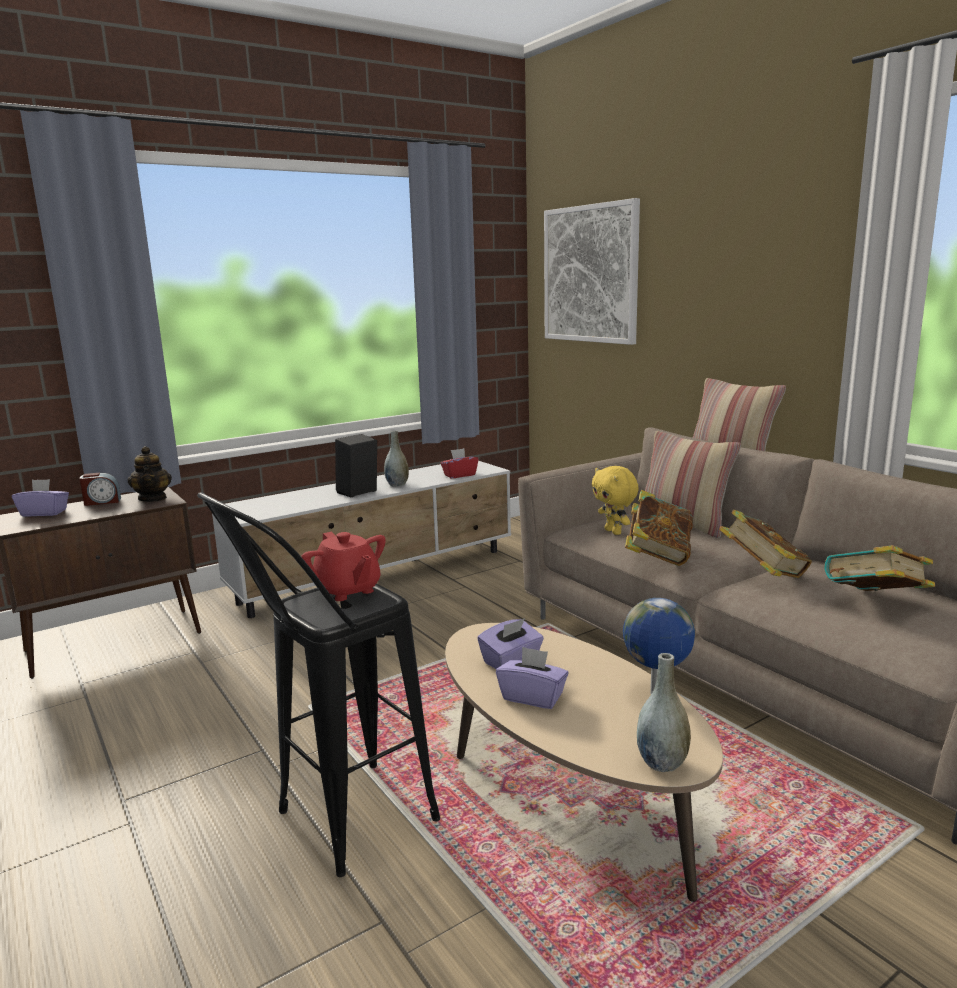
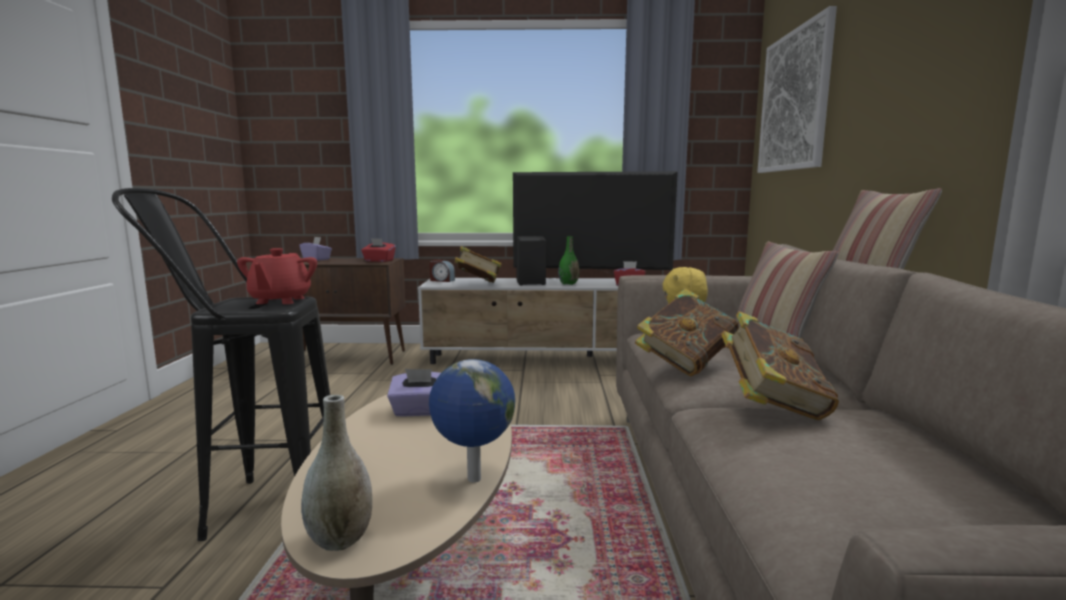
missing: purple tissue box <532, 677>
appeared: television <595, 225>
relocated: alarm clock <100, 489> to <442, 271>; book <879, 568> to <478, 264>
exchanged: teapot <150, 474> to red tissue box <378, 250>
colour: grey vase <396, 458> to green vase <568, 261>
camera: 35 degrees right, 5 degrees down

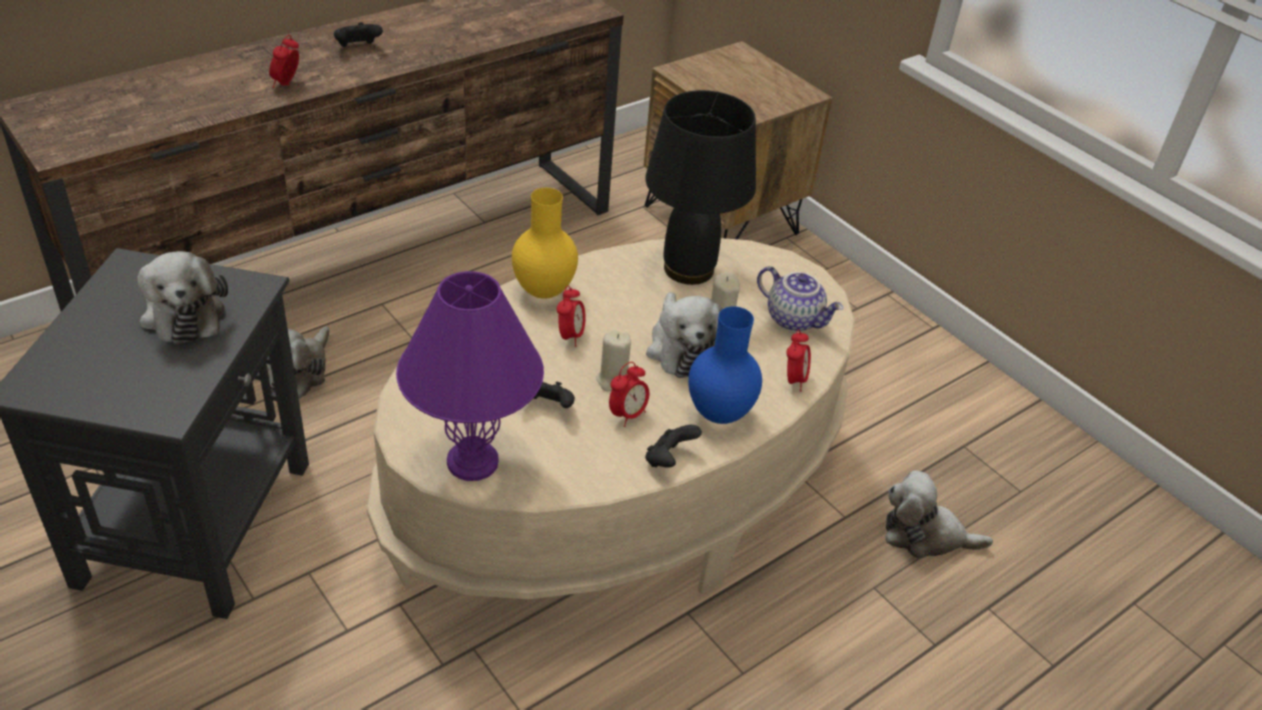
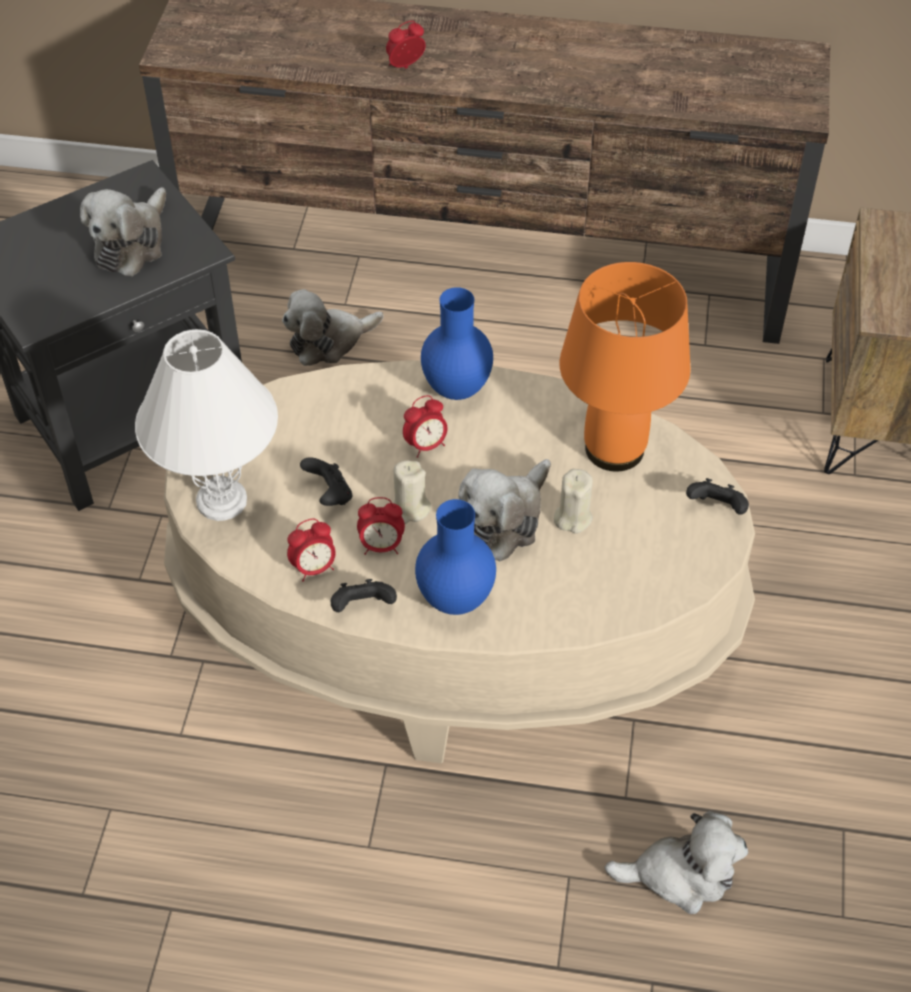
missing: teapot <800, 299>
relocated: black game controller <358, 34> to <717, 496>; alarm clock <798, 360> to <311, 550>
colour: purple table lamp <470, 376> to white table lamp <206, 425>; yellow vase <545, 243> to blue vase <457, 343>; black table lamp <700, 187> to orange table lamp <625, 367>
spun: plush toy <939, 514> = <676, 862> 120 degrees clockwise
camera: 50 degrees right, 10 degrees up

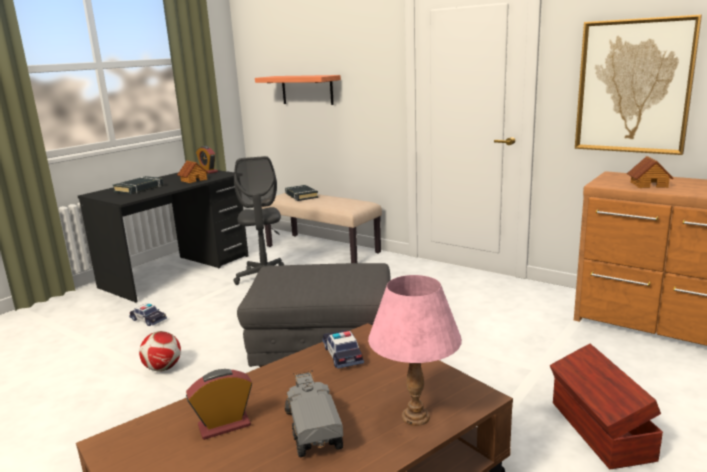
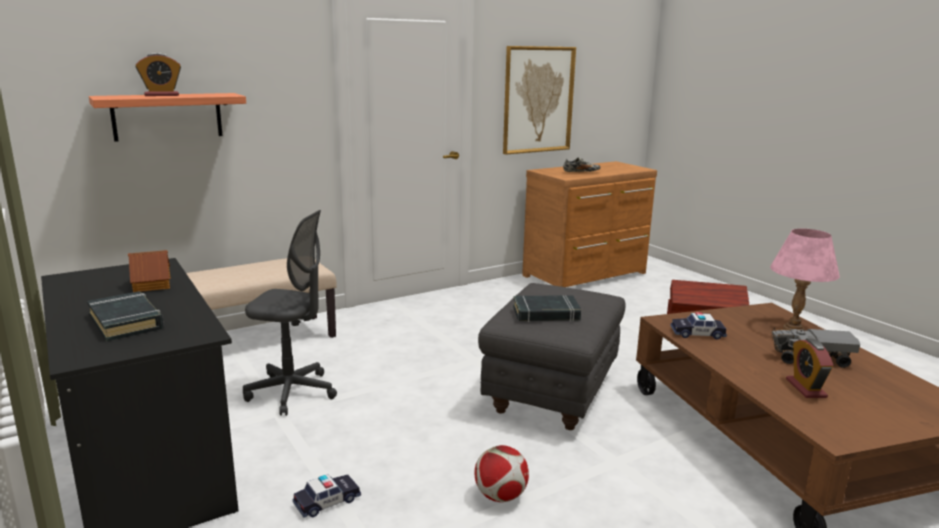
relocated: alarm clock <207, 160> to <158, 74>; black book <301, 193> to <547, 308>
exchanged: toy house <650, 172> to shoe <581, 165>
camera: 70 degrees left, 0 degrees up

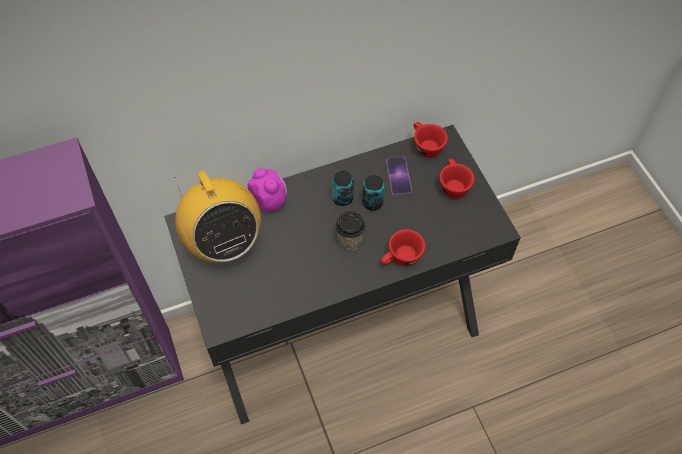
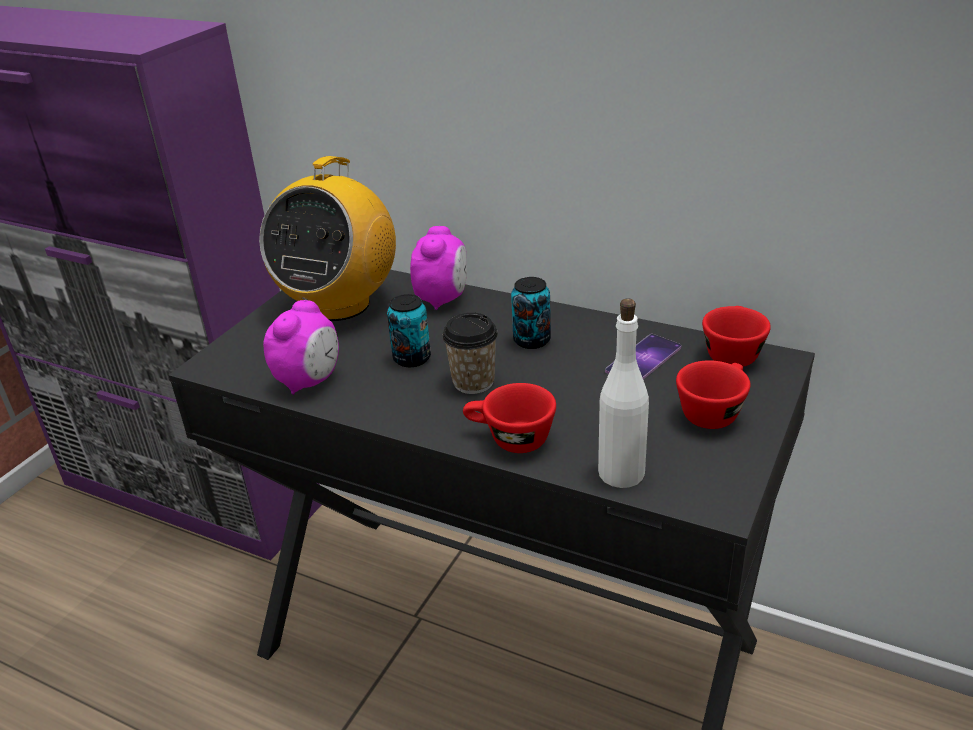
appeared: alarm clock <301, 347>; white bottle <623, 393>
relocated: can <373, 192> to <409, 330>
camera: 50 degrees right, 25 degrees down

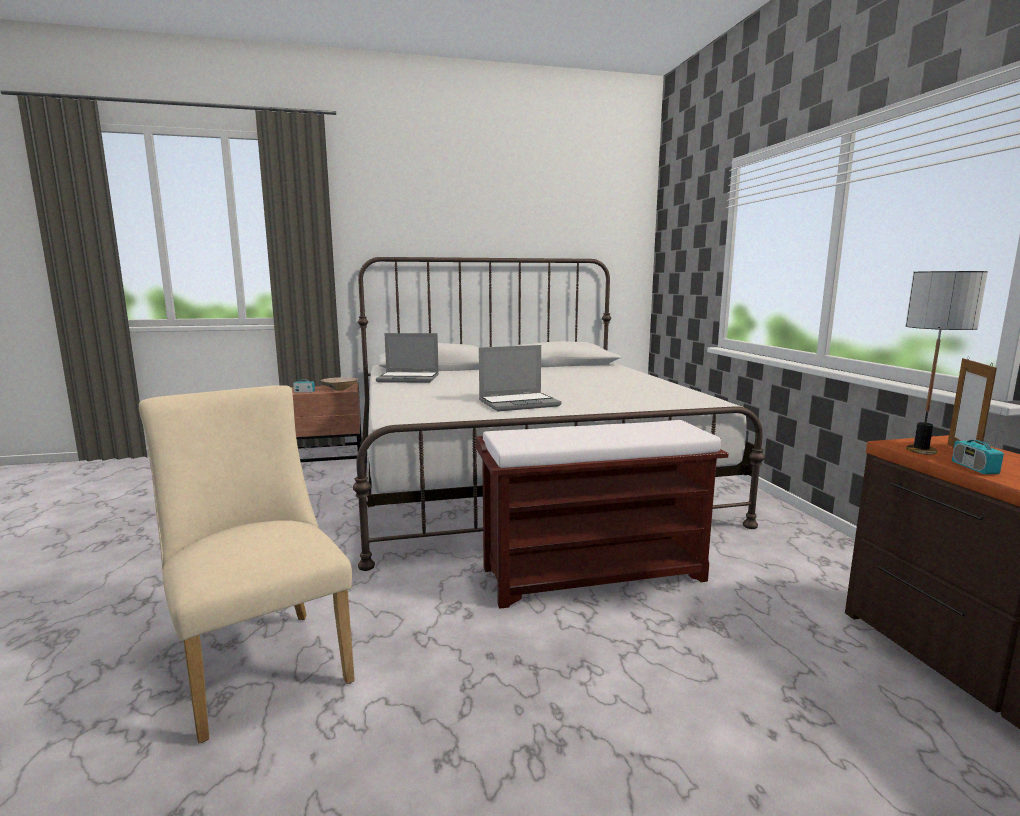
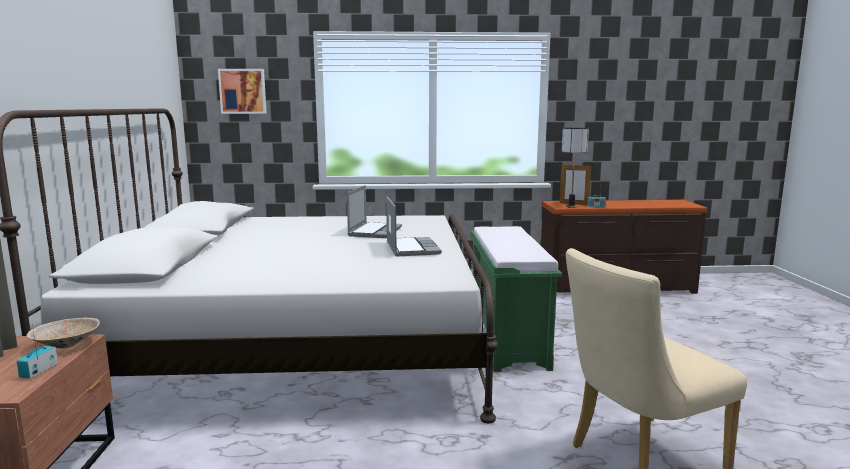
appeared: picture <242, 91>
relocated: laptop <407, 358> to <374, 211>
colour: brown bench <602, 514> to green bench <516, 299>
camera: 80 degrees left, 0 degrees up

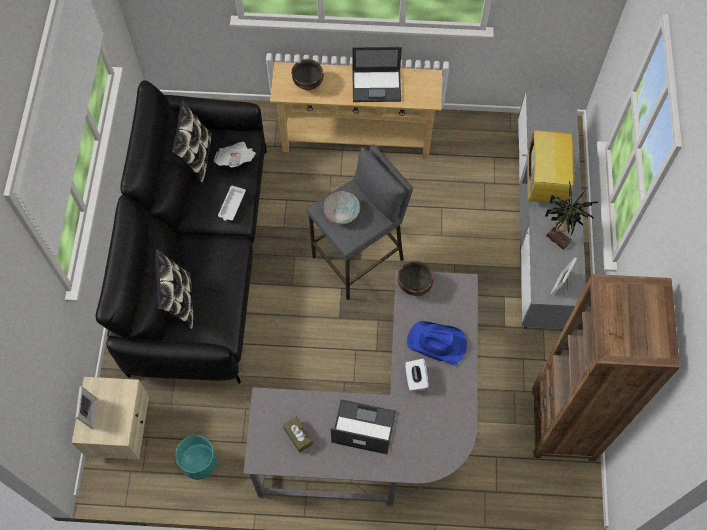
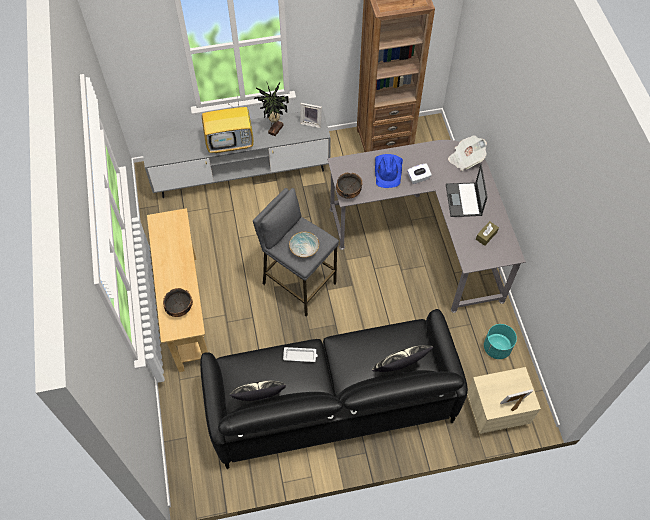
missing: laptop <377, 74>
relocated: newspaper <235, 155> to <467, 153>
camera: 105 degrees left, 5 degrees down

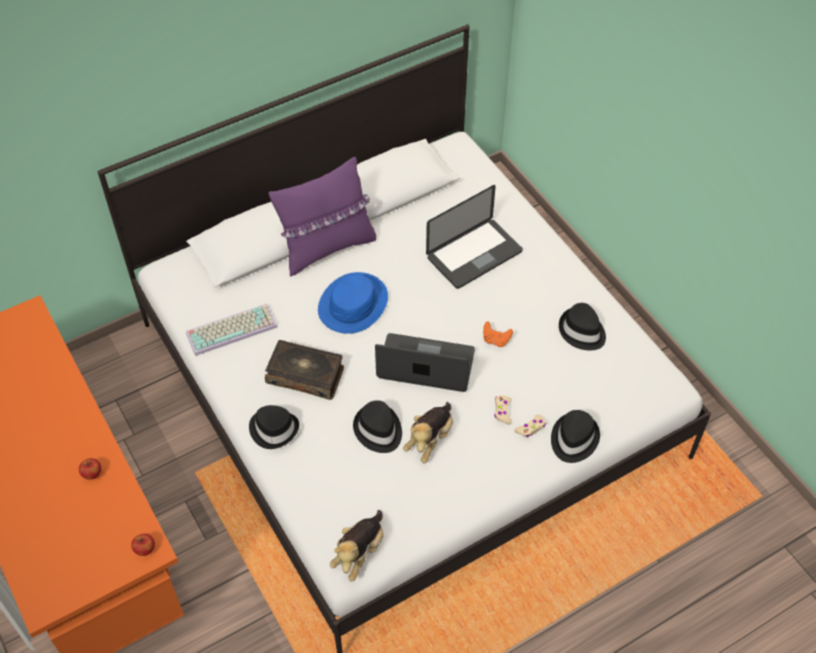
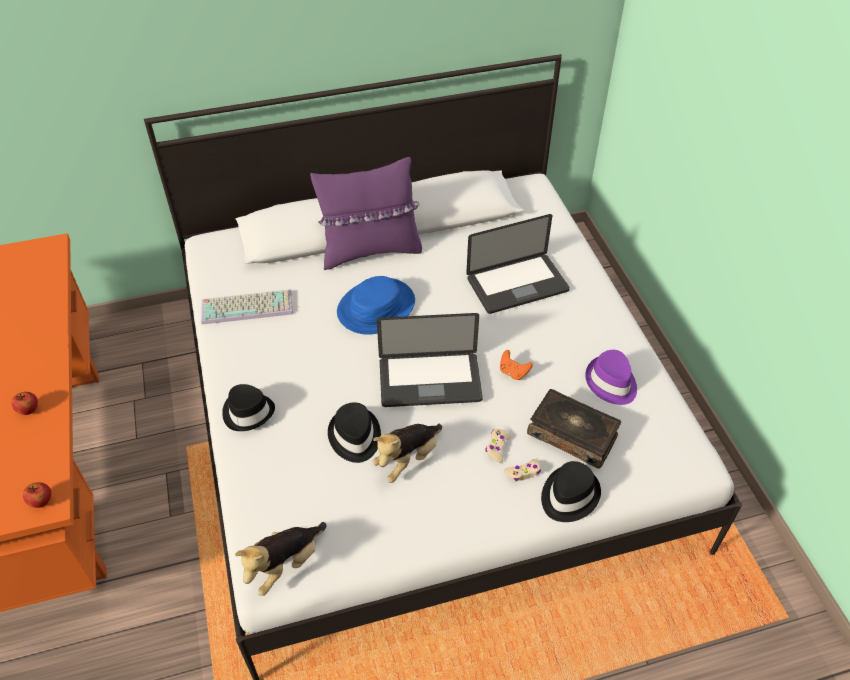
relocated: book <304, 370> to <574, 429>
colour: black hat <582, 327> to purple hat <611, 377>
spun: laptop <425, 362> = <430, 360> 150 degrees clockwise
camera: 15 degrees right, 5 degrees down

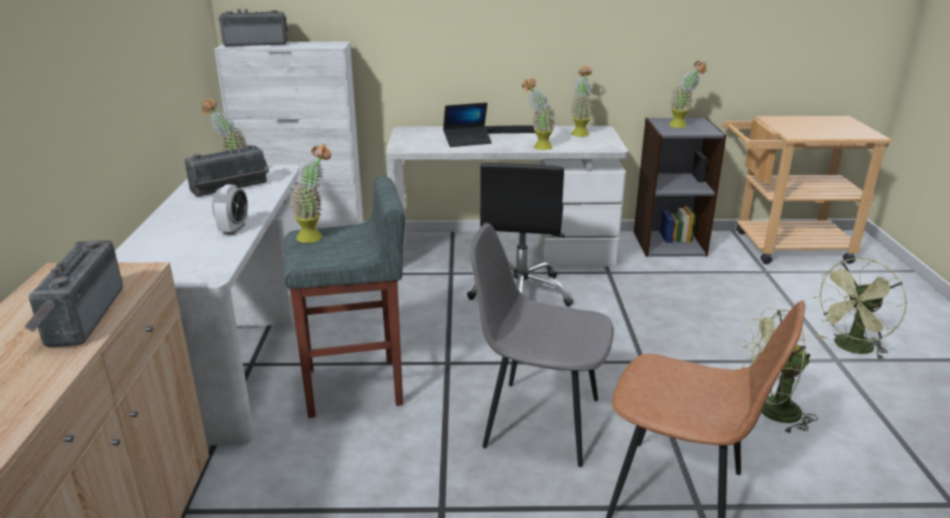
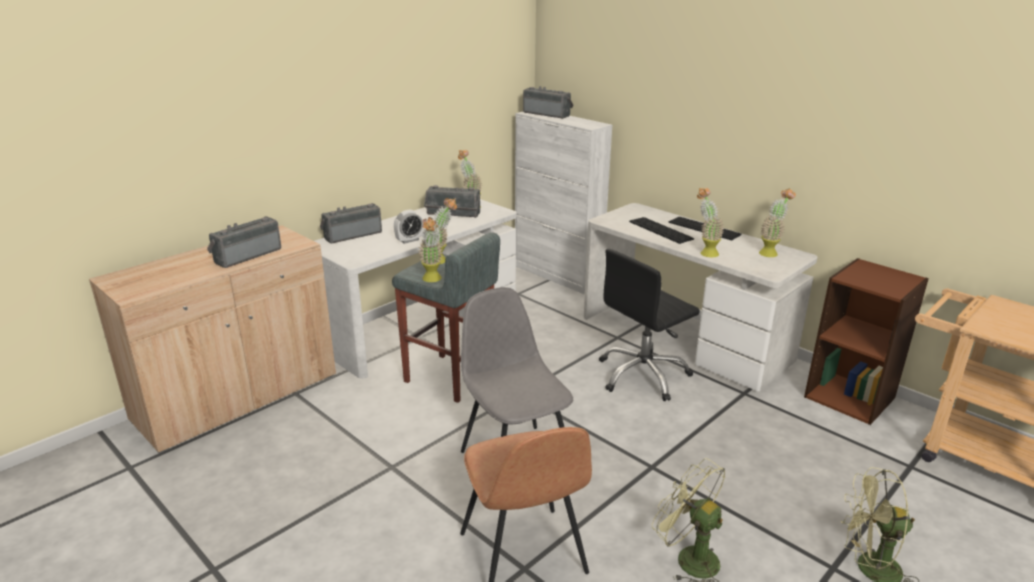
appeared: radio <351, 223>
relocated: potted plant <688, 94> to <430, 249>
exchanged: laptop <467, 125> to keyboard <661, 230>
colour: grey bookcase <680, 187> to brown bookcase <866, 341>
camera: 45 degrees right, 0 degrees up

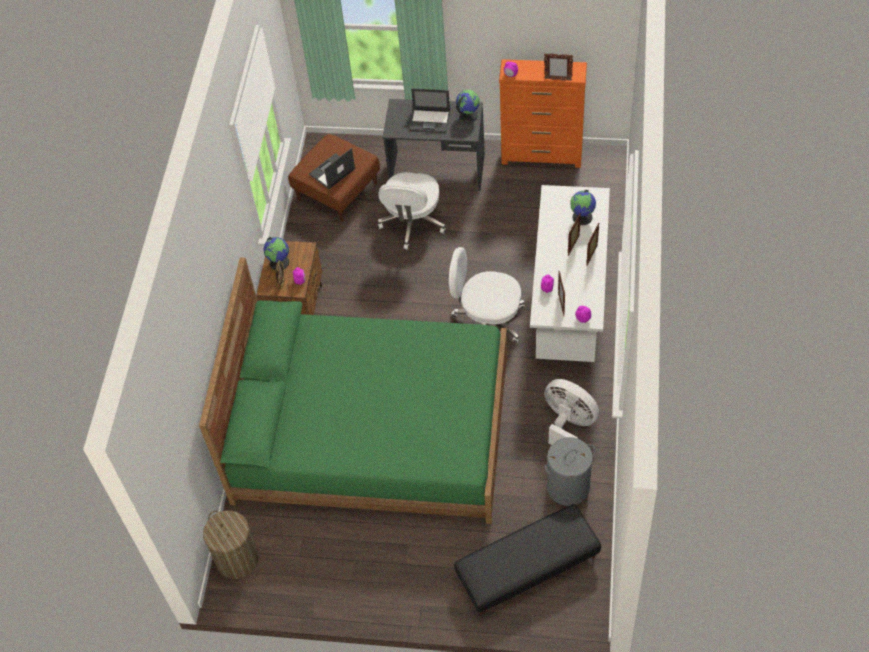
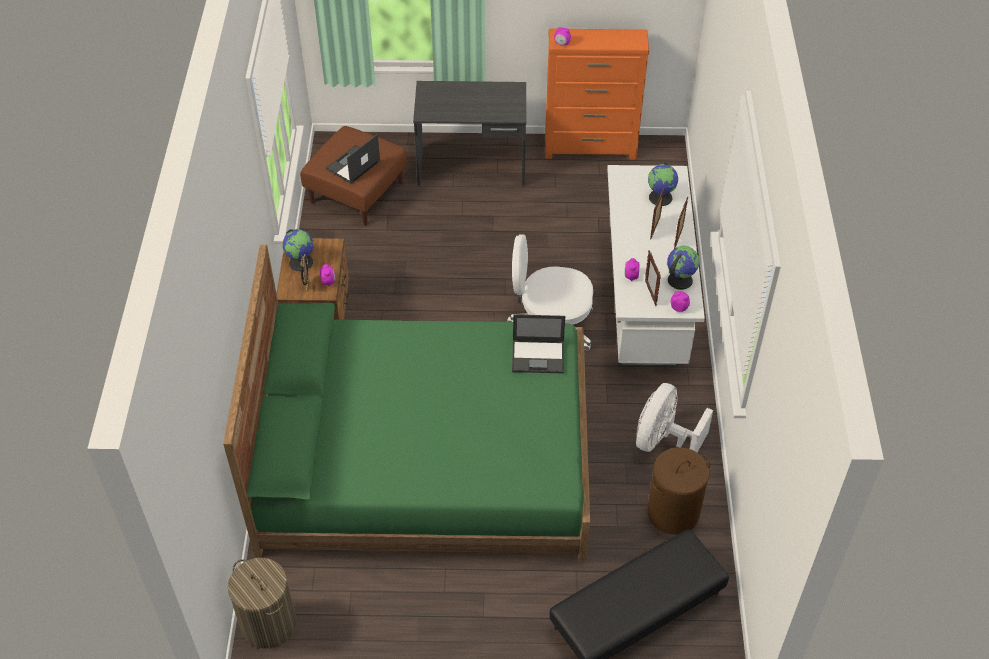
missing: white office chair <412, 211>; picture frame <558, 67>
relocated: laptop <429, 110> to <538, 343>; globe <468, 106> to <683, 268>
colour: grey laundry basket <570, 471> to brown laundry basket <679, 491>
spun: white fan <571, 412> = <674, 417> 90 degrees counterclockwise
camera: 10 degrees left, 5 degrees down

